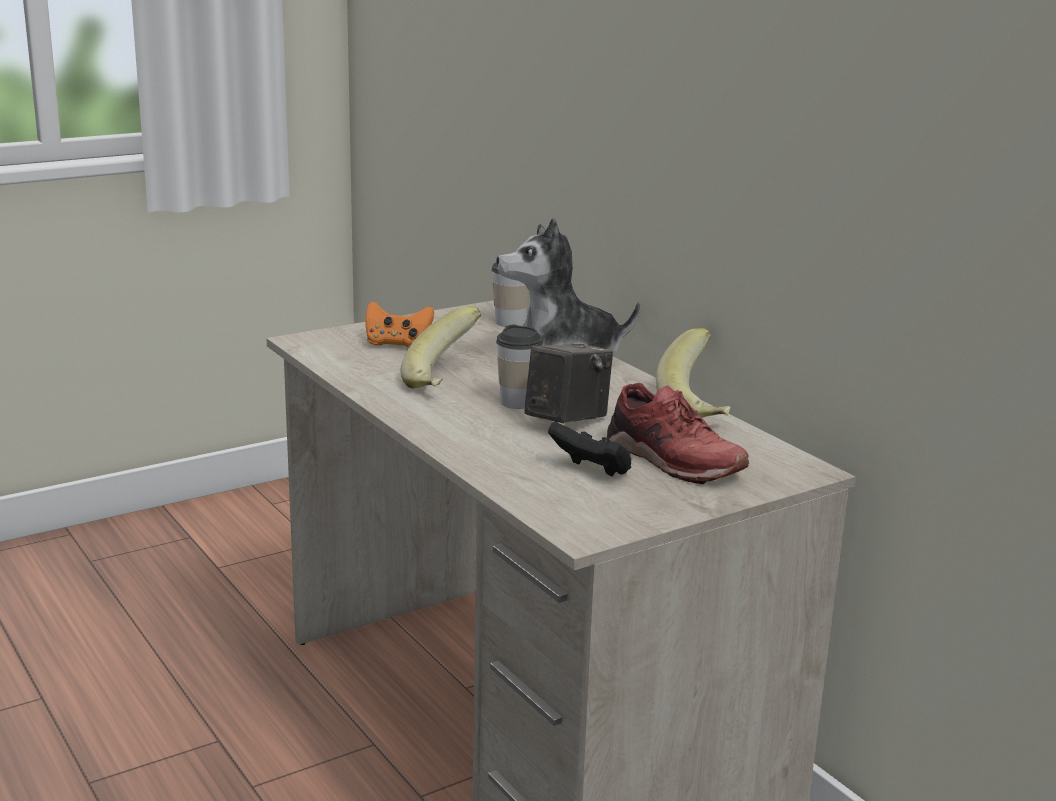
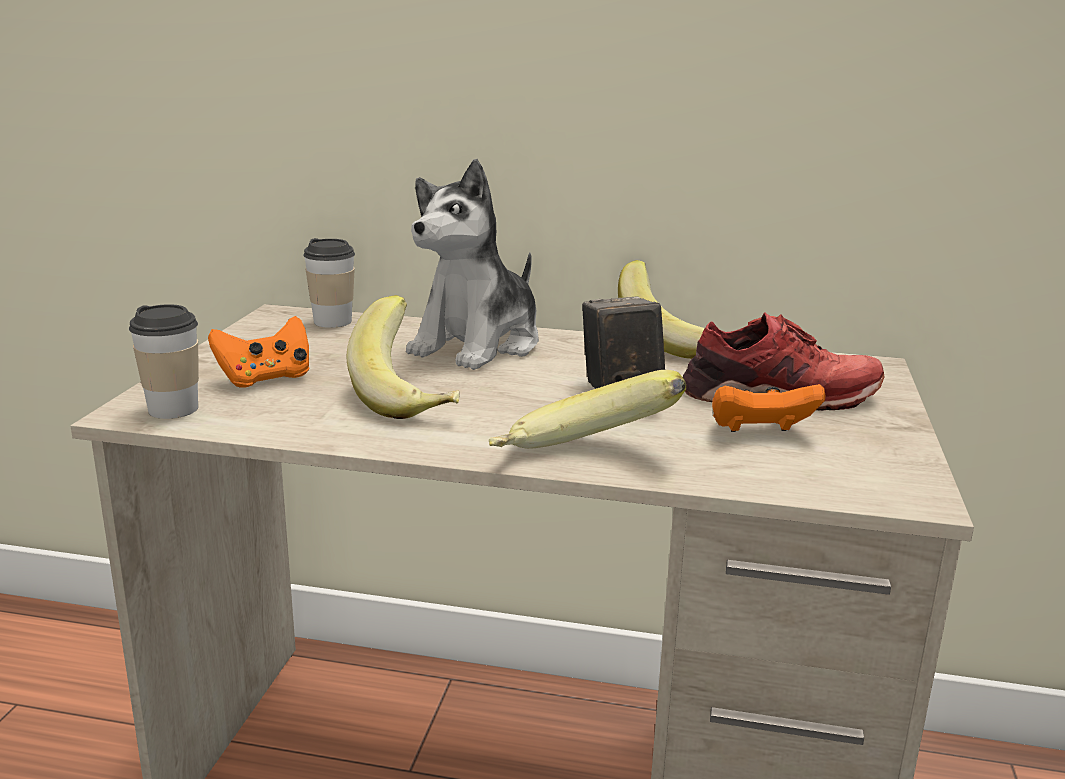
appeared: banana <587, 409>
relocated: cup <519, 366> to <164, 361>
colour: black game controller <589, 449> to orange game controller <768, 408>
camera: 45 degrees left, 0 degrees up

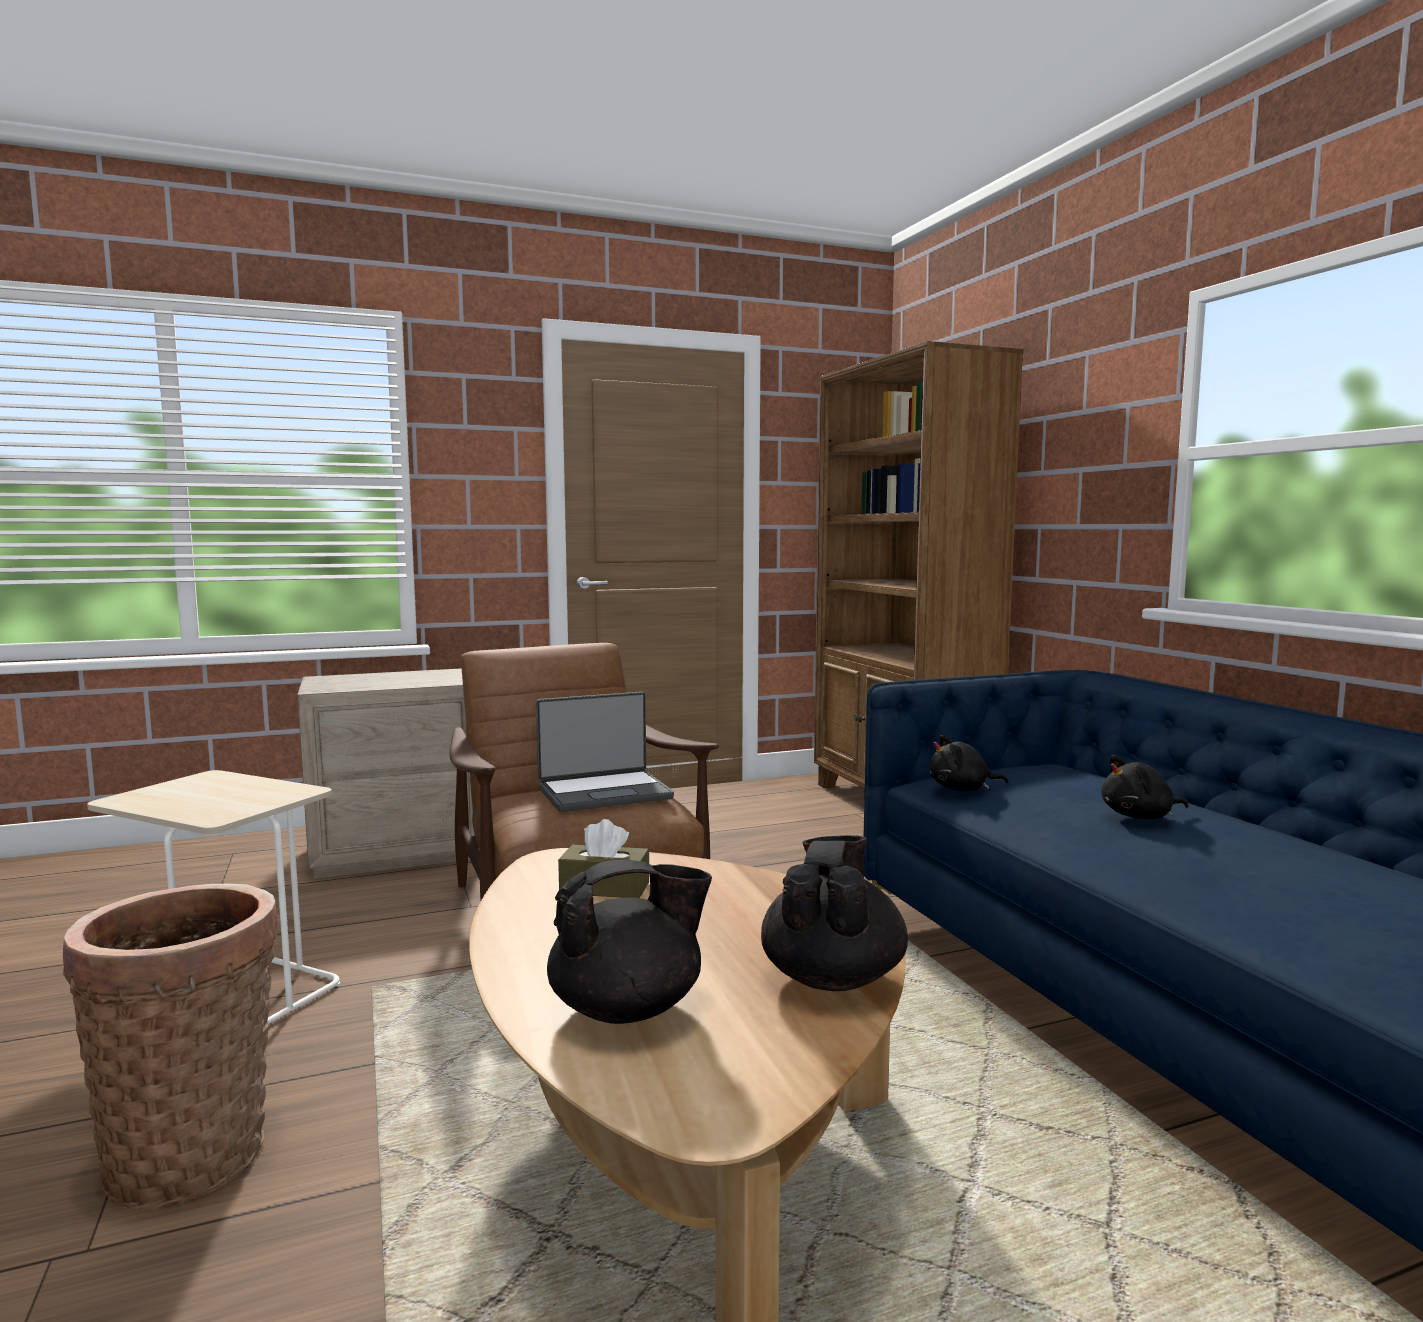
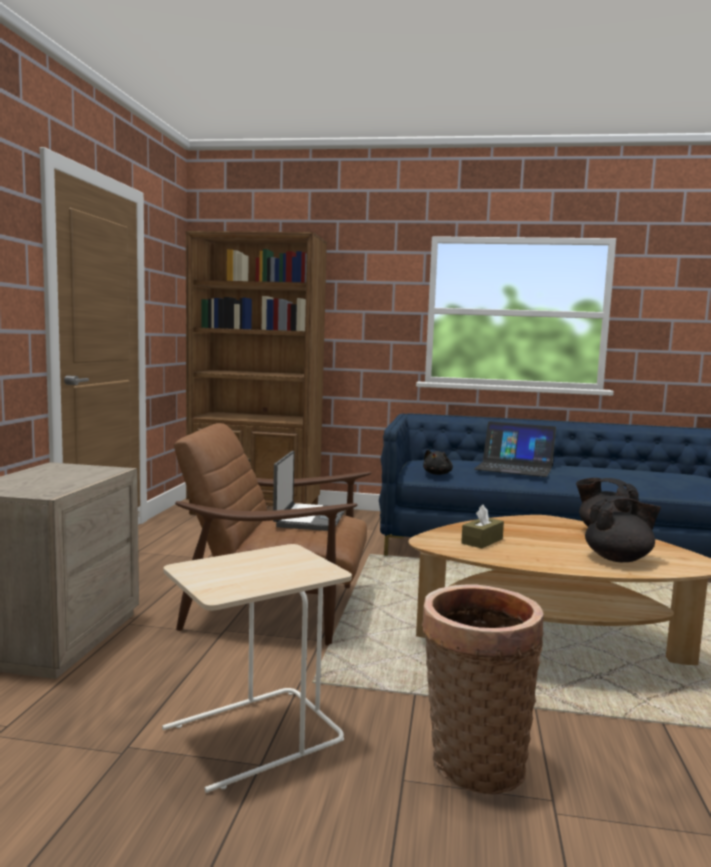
exchanged: black plush toy <1145, 787> to laptop <515, 449>
spun: black teapot <629, 942> = <623, 528> 75 degrees clockwise
camera: 60 degrees left, 0 degrees up

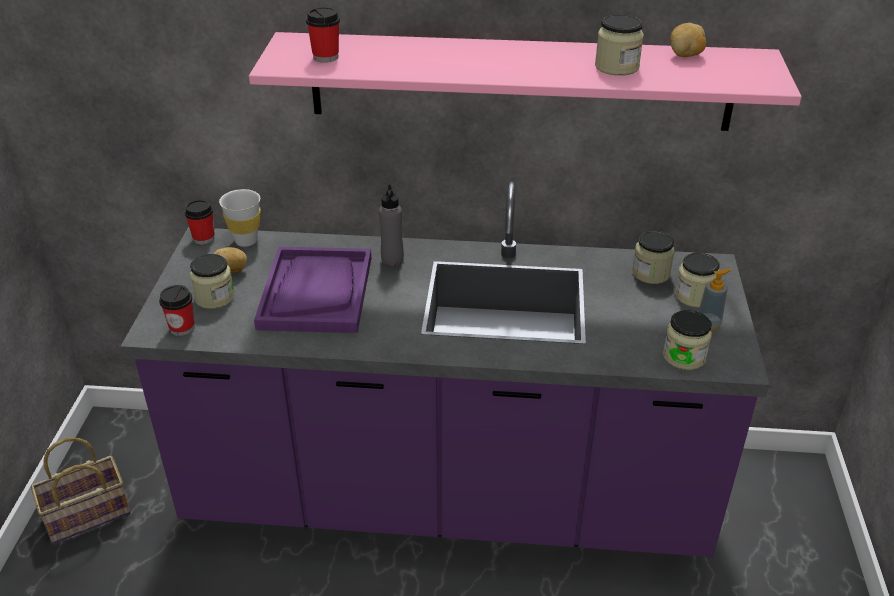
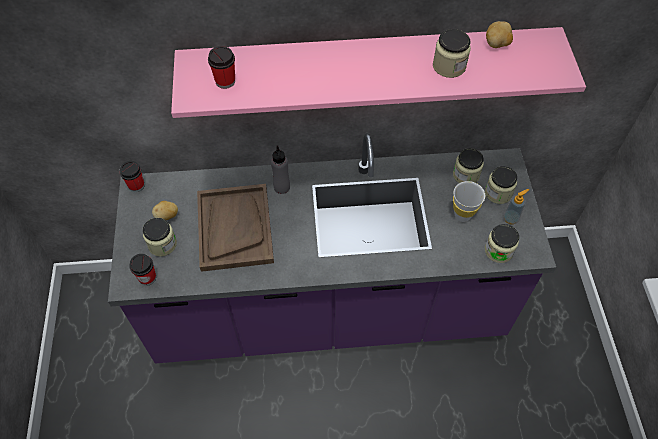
missing: basket <81, 490>
relocated: white cup <240, 218> to <469, 201>
colour: purple tray <312, 289> to brown tray <235, 228>
camera: 10 degrees left, 20 degrees up

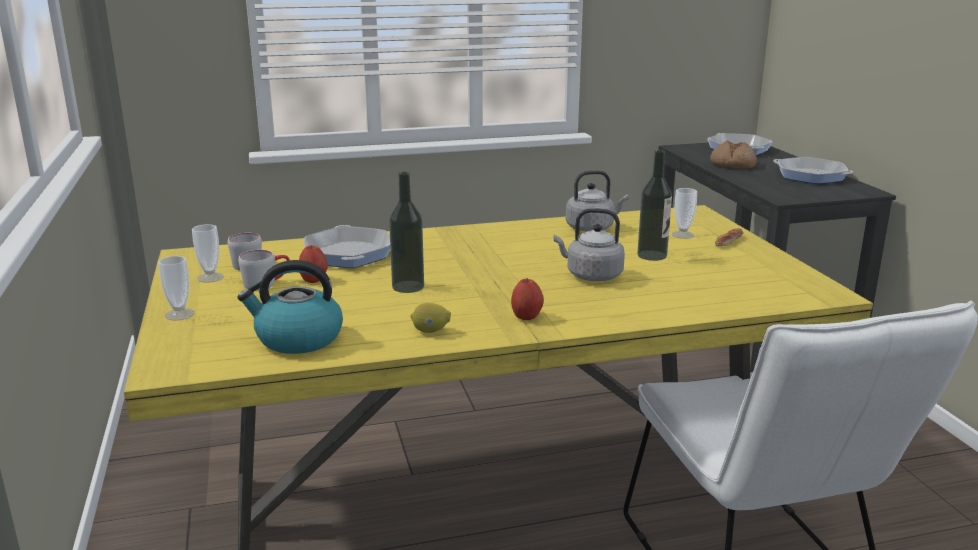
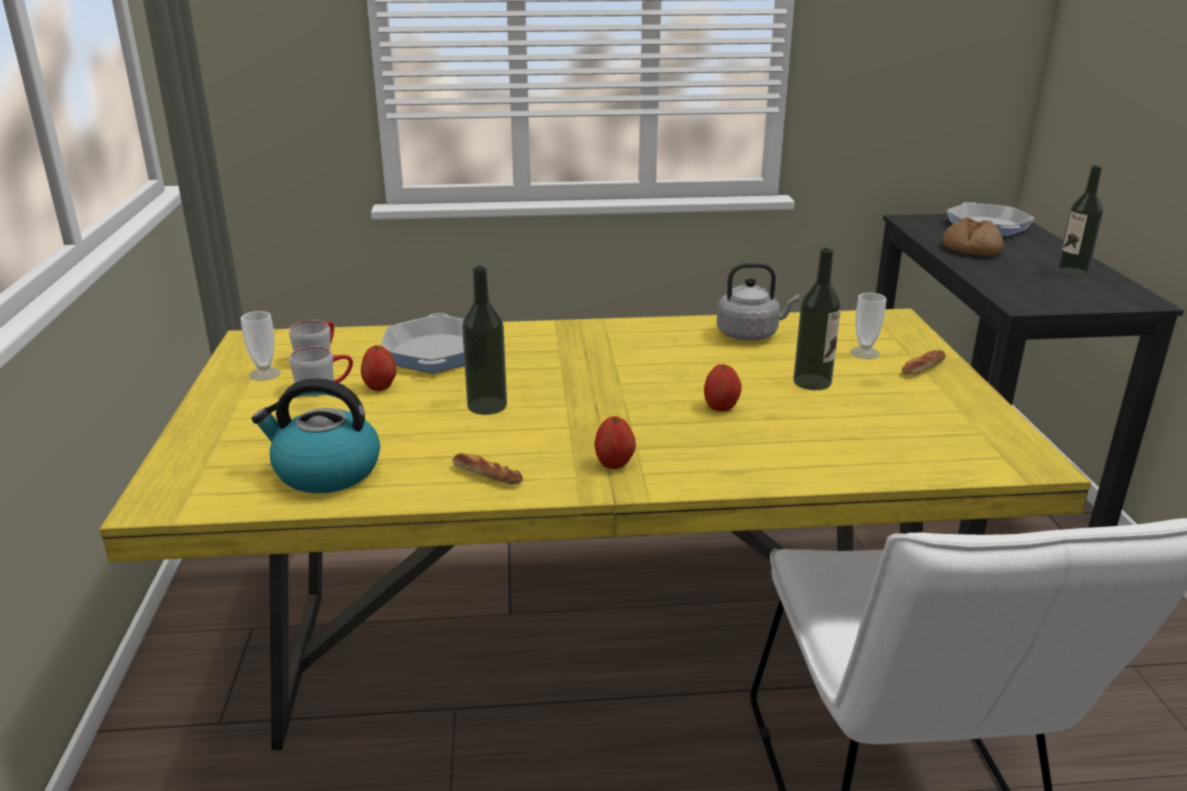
missing: cup <176, 288>
exchanged: lemon <431, 318> to bread <487, 469>; grey kettle <589, 244> to apple <723, 388>; frying pan <813, 170> to bottle <1080, 221>
camera: 10 degrees right, 5 degrees up

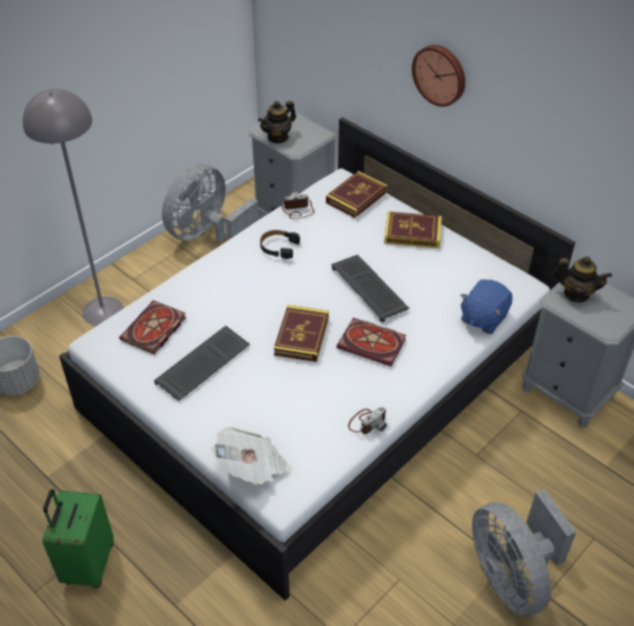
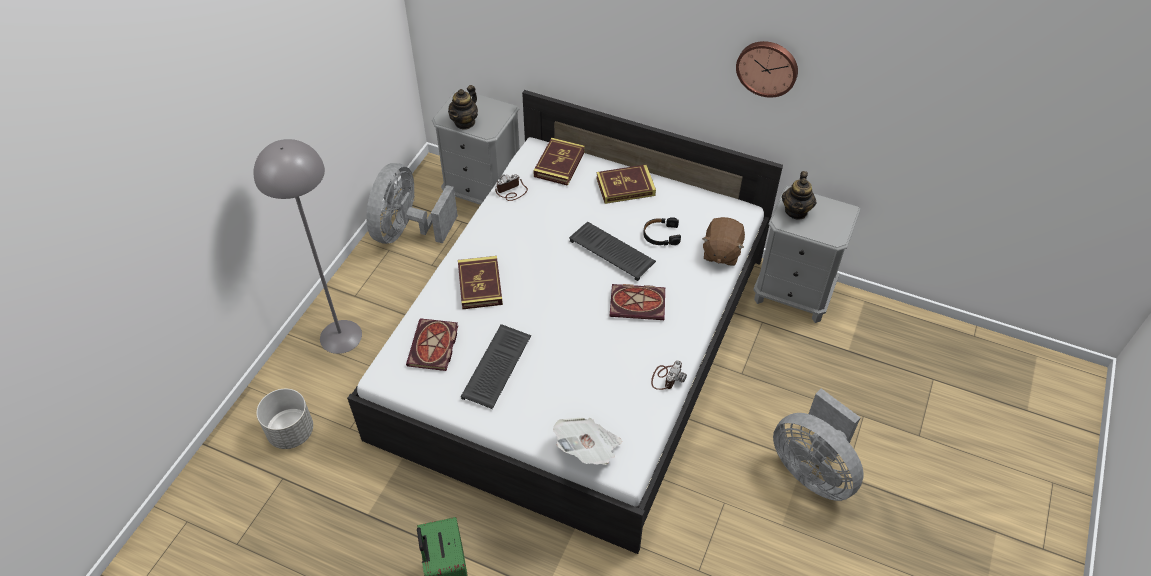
relocated: black headphones <280, 244> to <662, 231>; book <301, 333> to <480, 282>; wall clock <438, 76> to <767, 69>
colour: blue plush toy <486, 306> to brown plush toy <723, 241>
spun: teapot <582, 279> = <799, 195> 105 degrees clockwise
camera: 20 degrees left, 5 degrees up

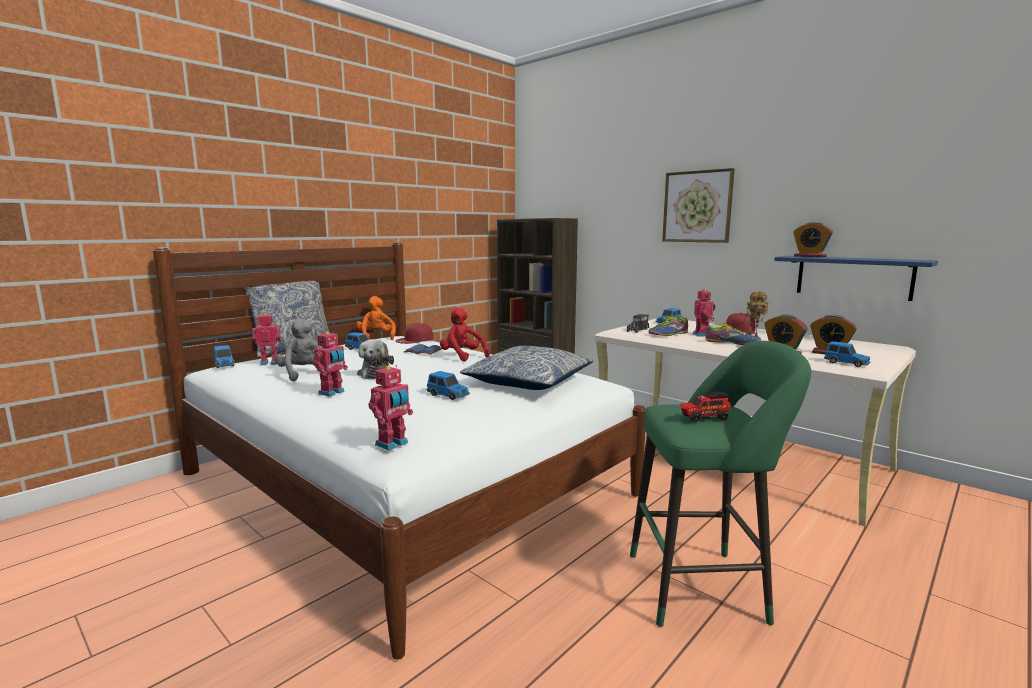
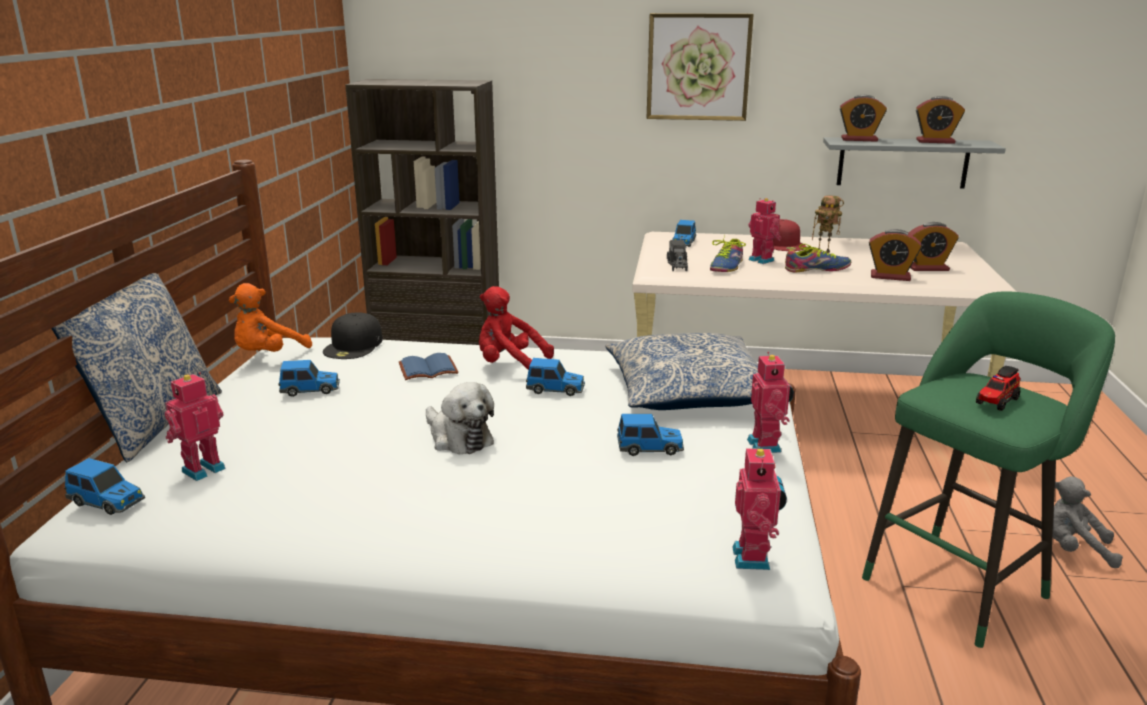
appeared: alarm clock <940, 120>
relocated: grey plush toy <298, 350> to <1087, 522>; toy robot <330, 364> to <770, 402>; toy car <847, 354> to <555, 377>
colour: red cap <414, 333> to black cap <353, 336>; blue shelf <856, 278> to grey shelf <914, 163>
spun: orange plush toy <376, 318> = <270, 317> 90 degrees counterclockwise
camera: 35 degrees left, 10 degrees up

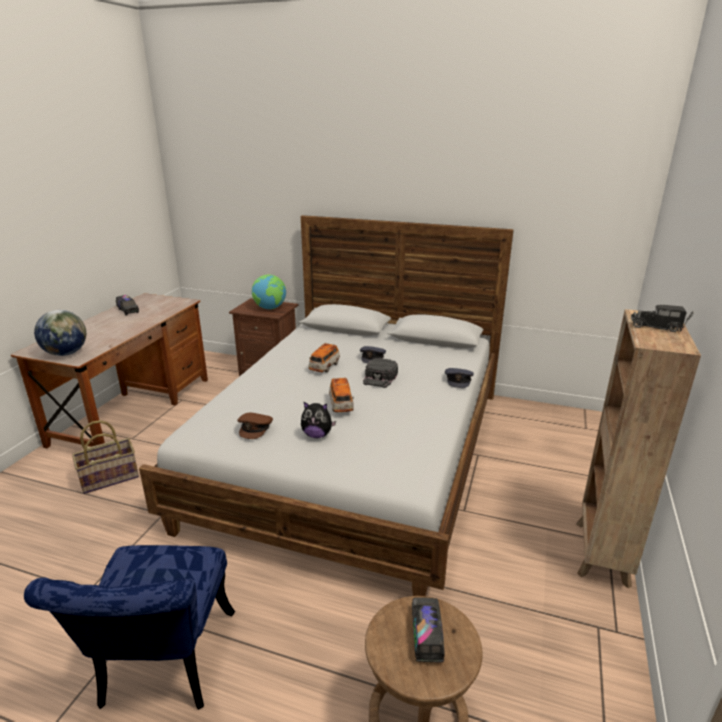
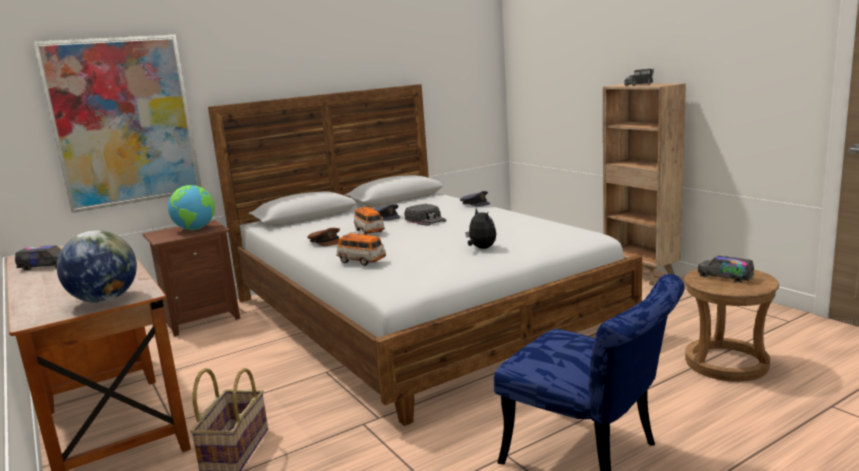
appeared: picture <117, 124>
relocated: brown cap <255, 426> to <323, 237>; toy car <341, 395> to <361, 249>
spun: plush toy <318, 420> = <480, 228> 75 degrees counterclockwise
camera: 50 degrees left, 10 degrees down

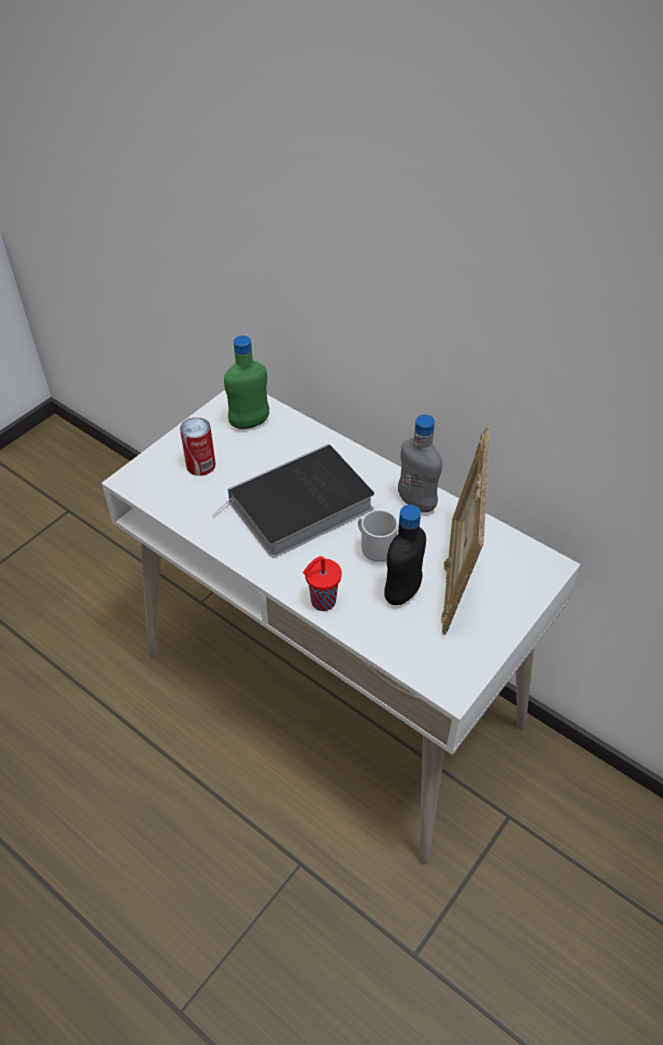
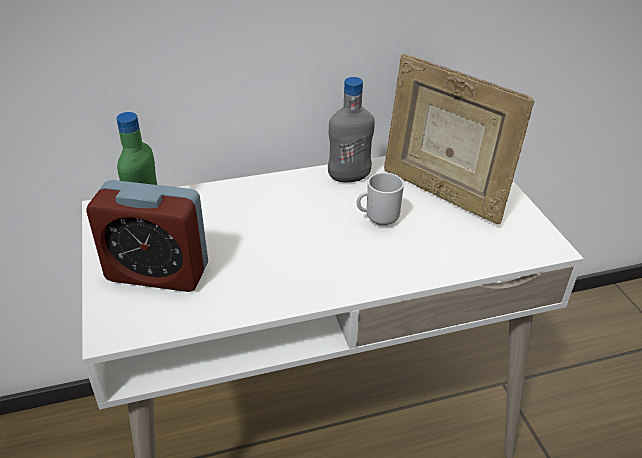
missing: book <293, 501>; red cup <322, 583>; black bottle <405, 555>
exchanged: can <198, 446> to alarm clock <147, 236>
camera: 55 degrees left, 10 degrees down

